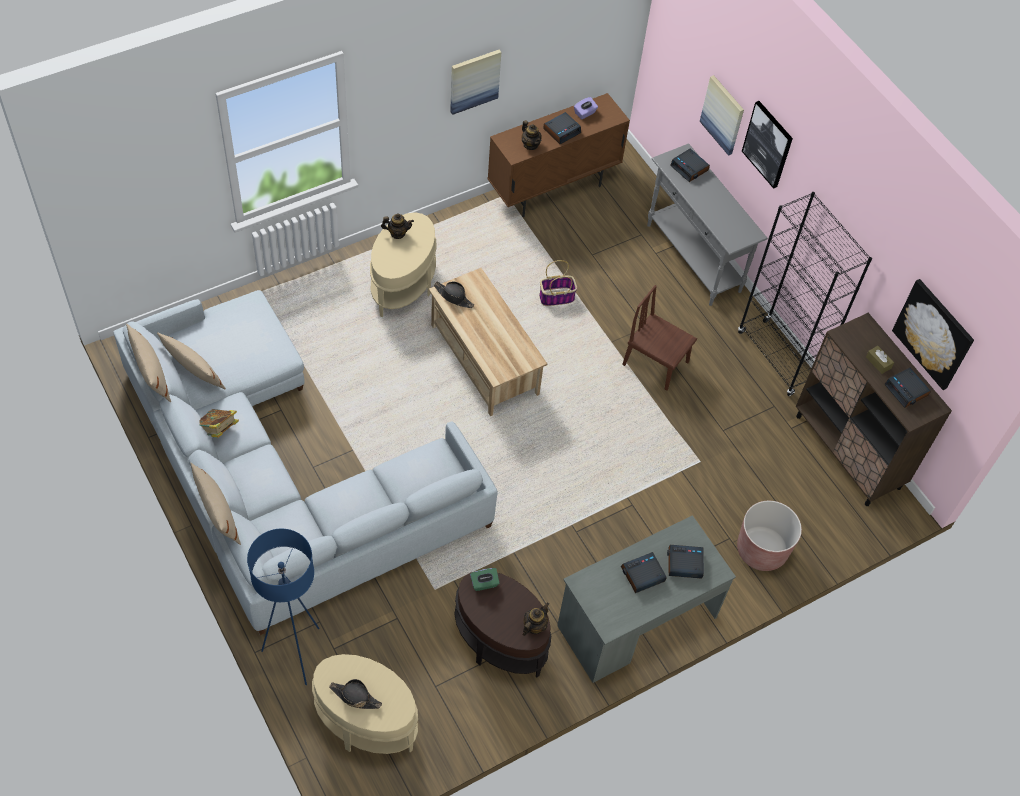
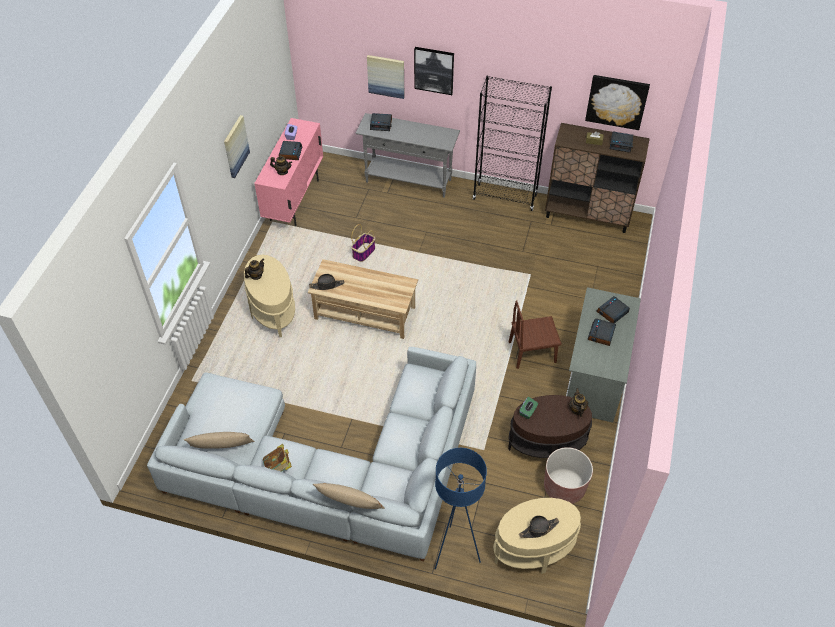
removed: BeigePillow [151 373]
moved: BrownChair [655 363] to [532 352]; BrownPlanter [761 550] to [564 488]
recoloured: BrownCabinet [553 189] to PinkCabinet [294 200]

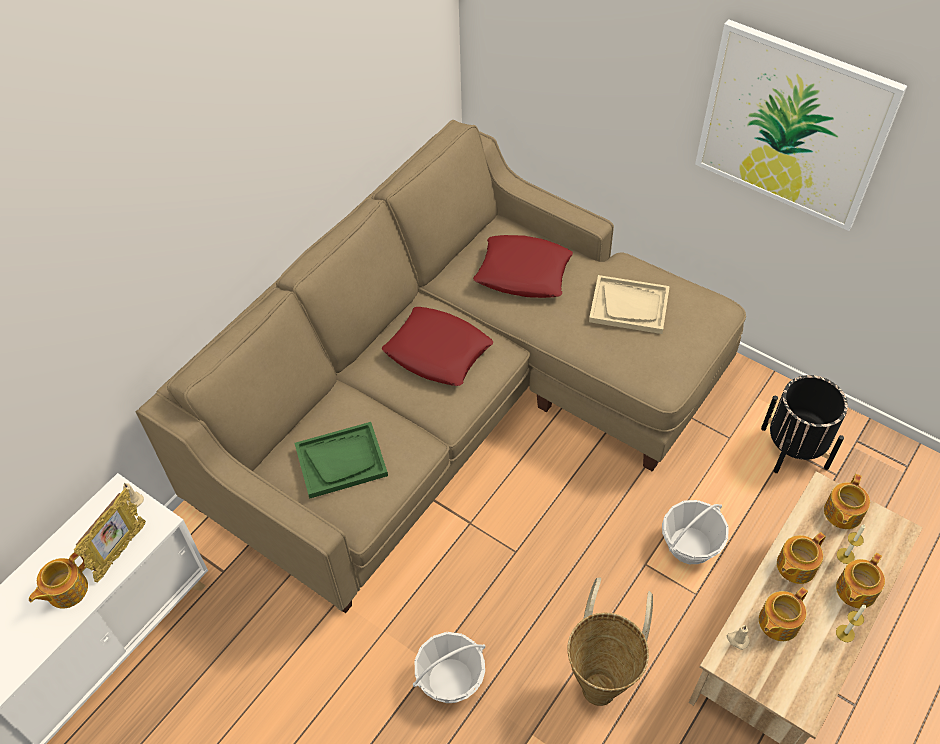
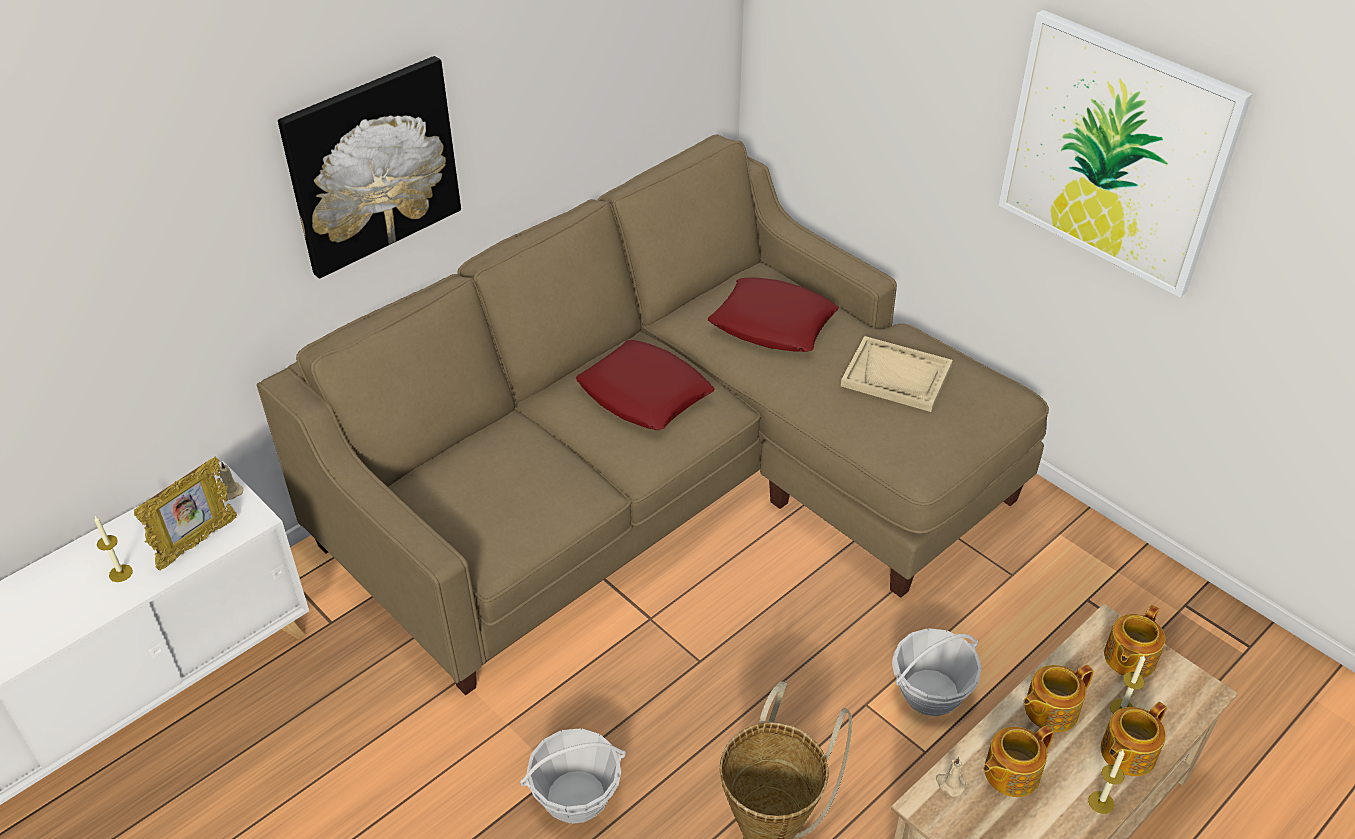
removed: BlackPlanter [794 448]; GreenTray [341 461]
added: Picture [372 165]
replaced: Teapot [66 590] to Candle [120 573]

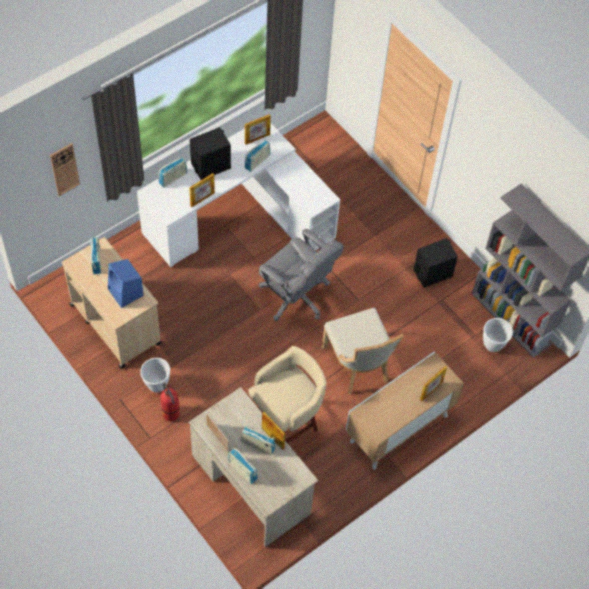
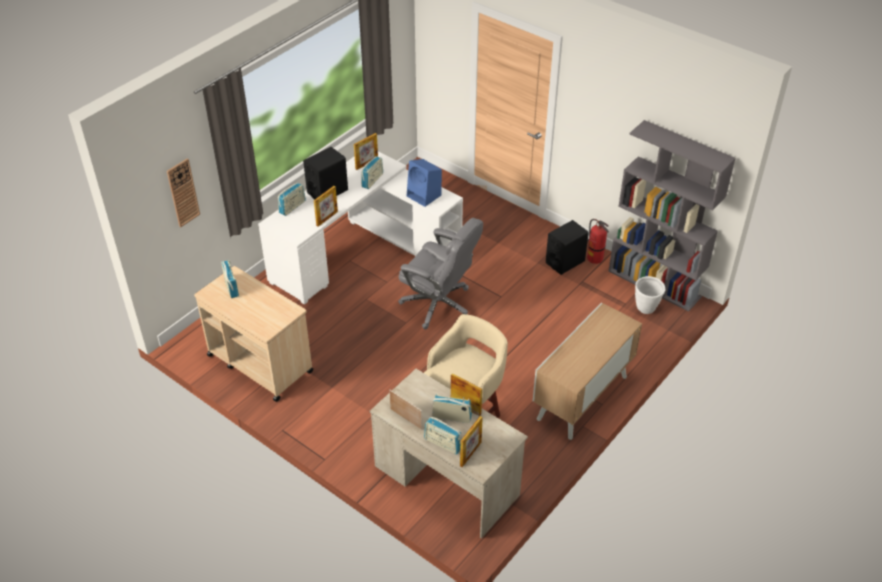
removed: BeigeChair [358 365]; WhitePlanter [156 385]
moved: BlueSpeaker [126 293] to [425 196]; PictureFrame [431 391] to [470 454]; FireExtinguisher [171 413] to [595 258]

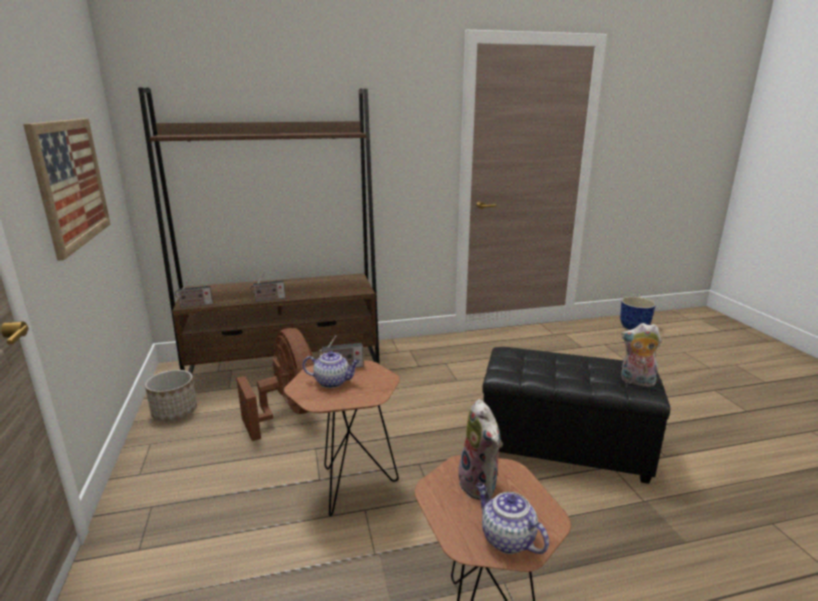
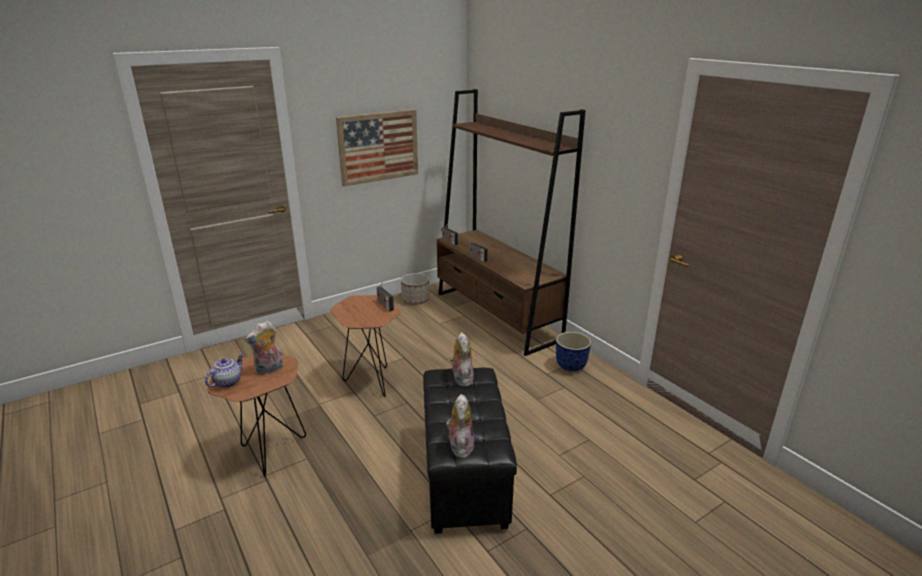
removed: BrownFan [288 412]; Teapot [333 382]
added: PlushToy [461 378]
moved: Planter [634 327] to [571 366]

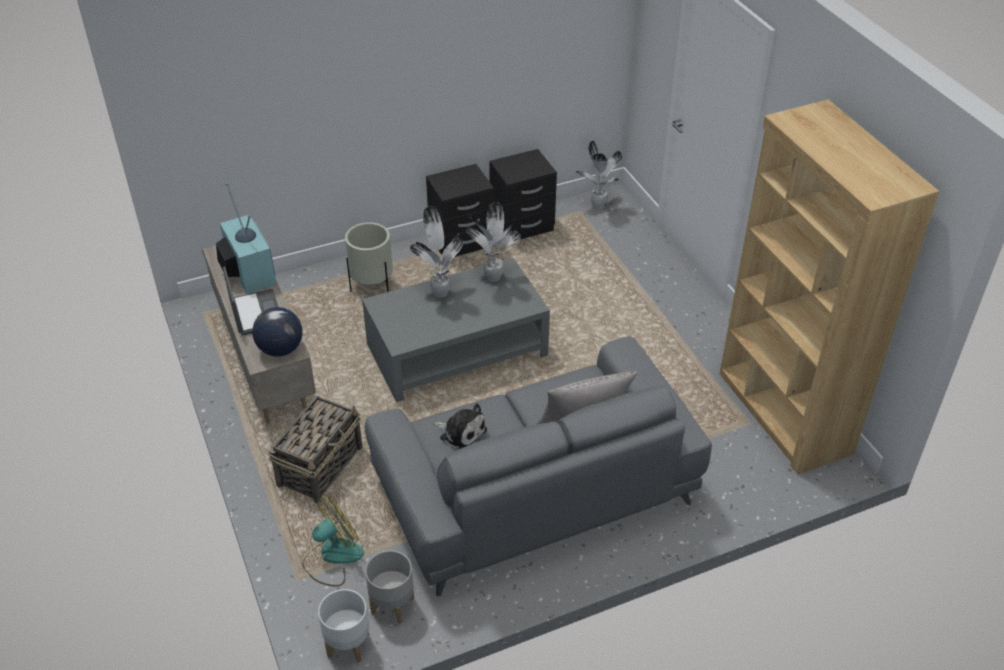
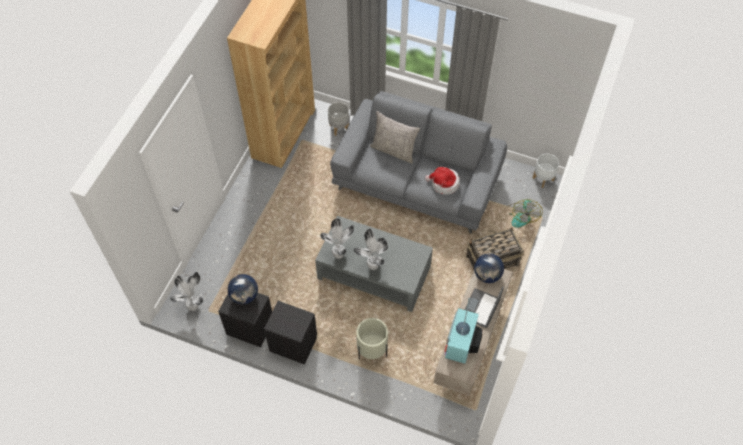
added: Globe [244 296]
moved: GreyPlanter [392 606] to [339 128]
replaced: PlushToy [461 433] to Hat [444 183]
turned: Fan [332 557] = [521 215] 90 degrees counterclockwise

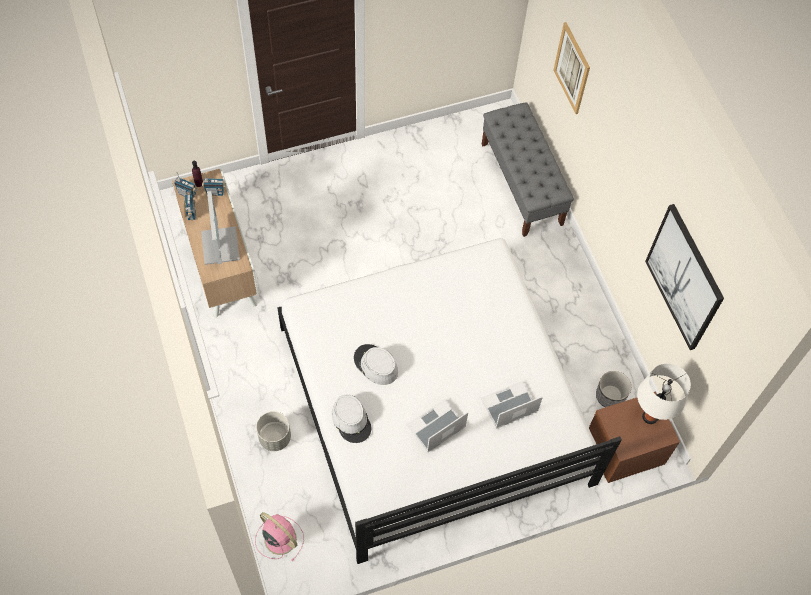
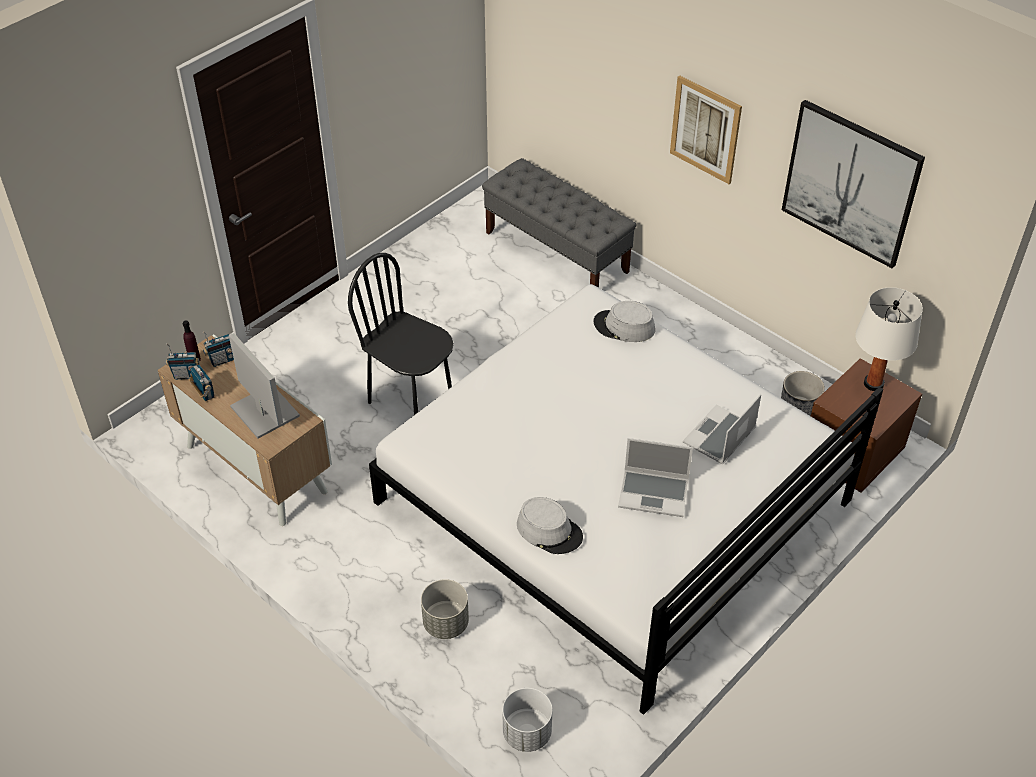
added: BlackChair [411 398]
moved: Picture [572 68] to [705 129]; GreyHat [375 365] to [624 327]
replaced: PinkFan [279 538] to WhitePlanter [526 733]
turned: Laptop [436 427] = [654 493] 105 degrees counterclockwise

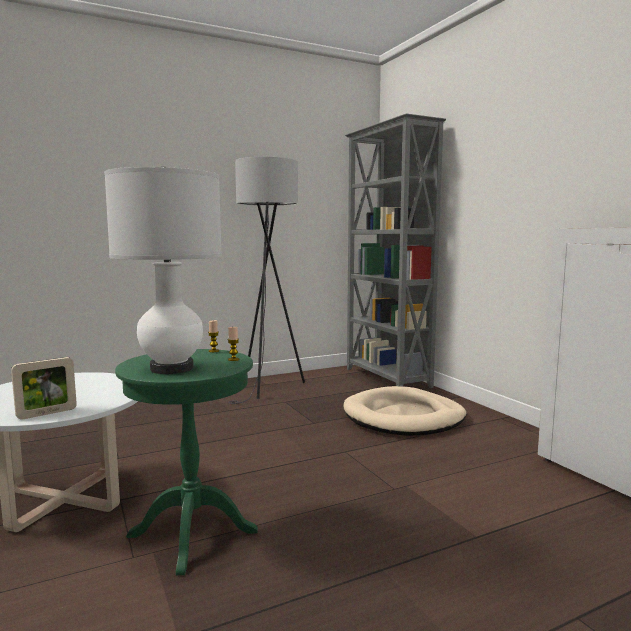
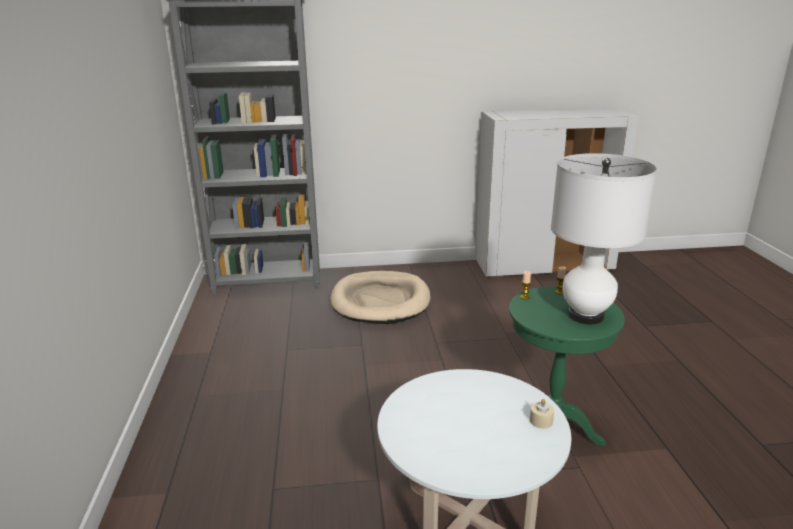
removed: GreyFloorLamp [268 389]
replaced: PictureFrame [47 413] to BeigeCandle [541 421]

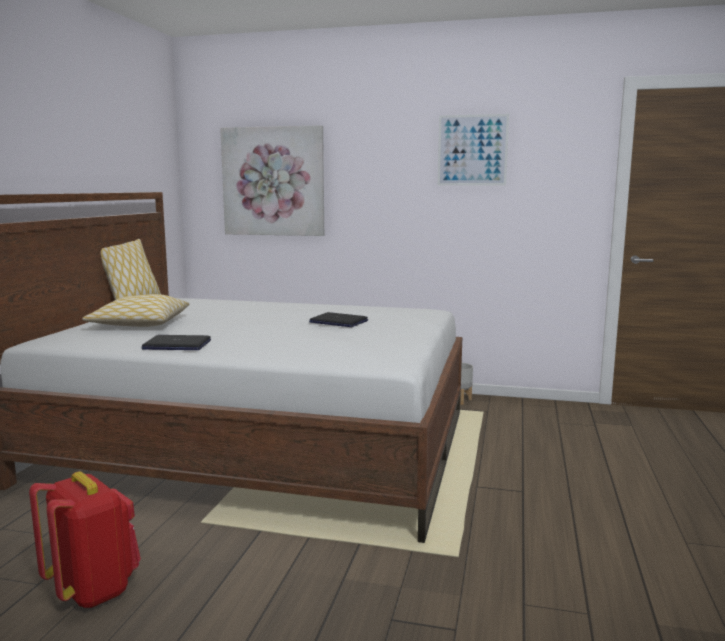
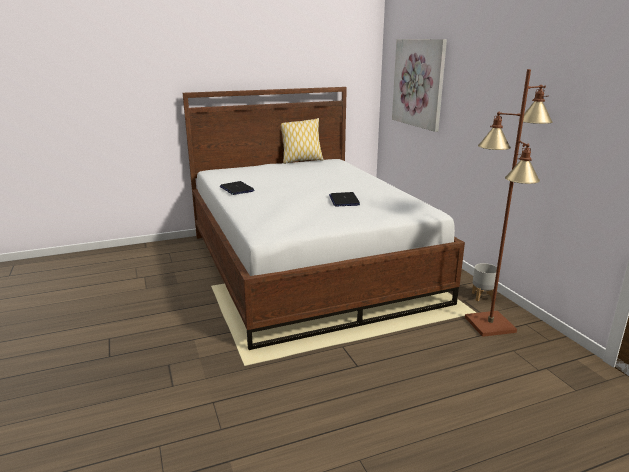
removed: Picture [472 150]; Pillow [139 324]; RedBackpack [93 589]
added: BrownFloorLamp [490 325]

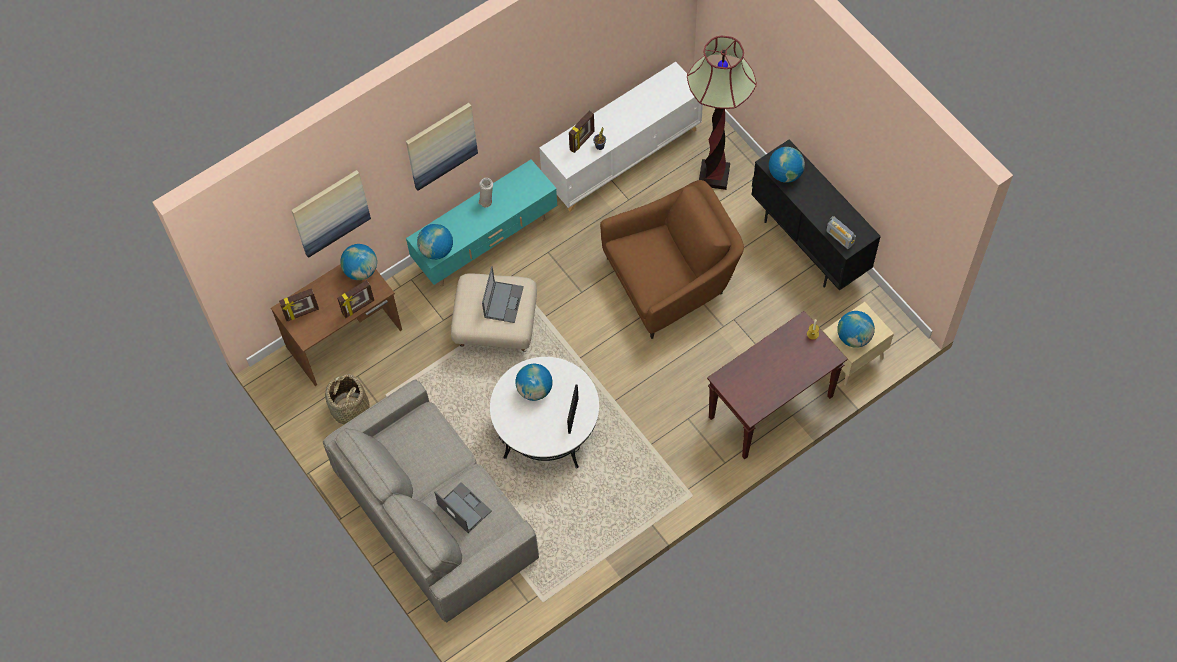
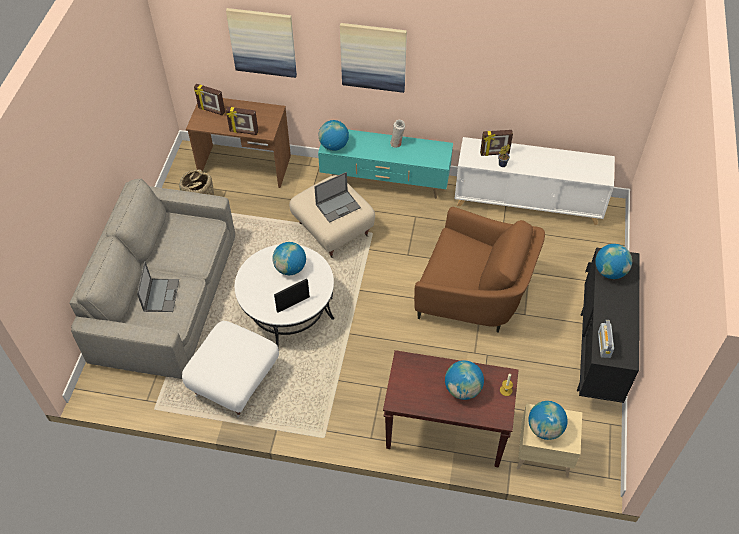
removed: FloorLamp [714 176]
added: WhiteOttoman [234 382]
moved: Globe [361 270] to [463 389]

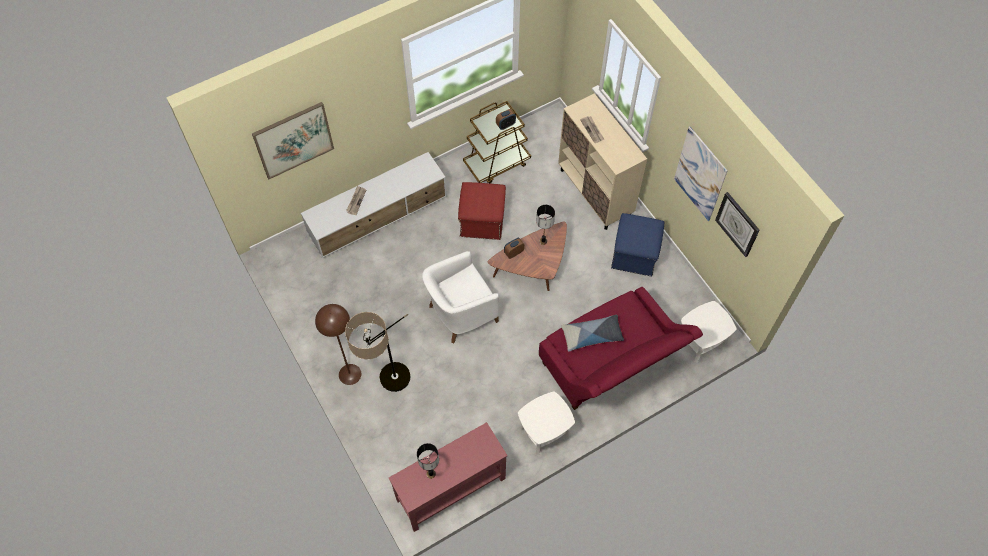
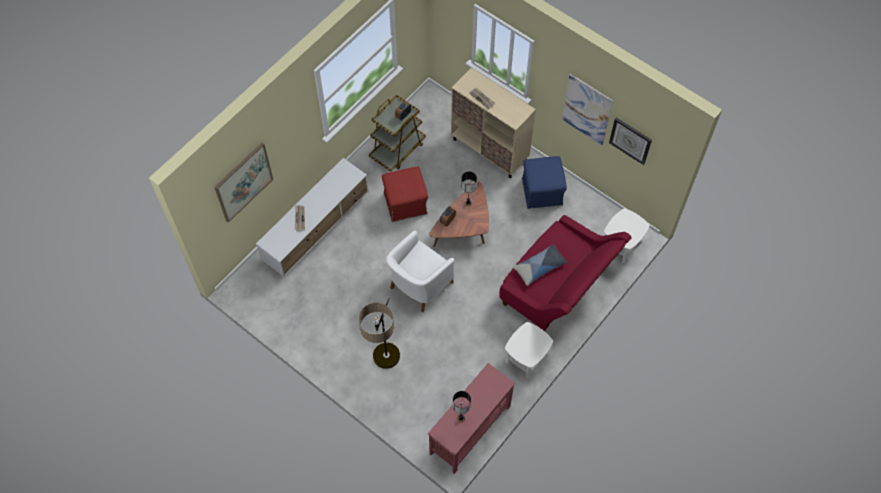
removed: BrownFloorLamp [349 374]

